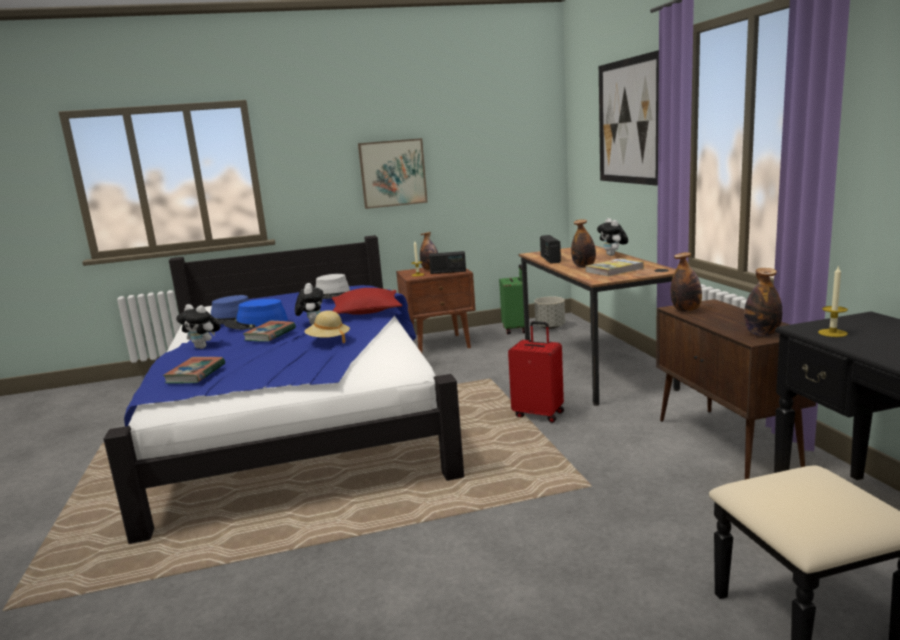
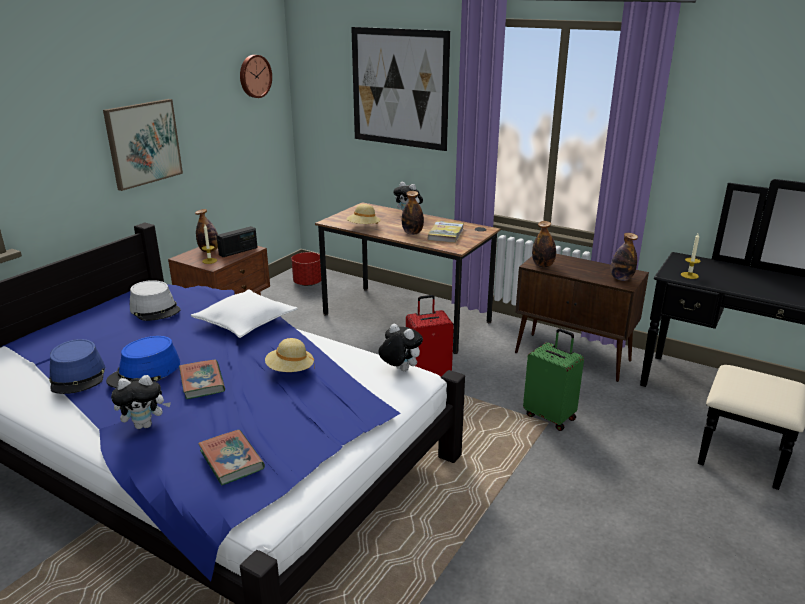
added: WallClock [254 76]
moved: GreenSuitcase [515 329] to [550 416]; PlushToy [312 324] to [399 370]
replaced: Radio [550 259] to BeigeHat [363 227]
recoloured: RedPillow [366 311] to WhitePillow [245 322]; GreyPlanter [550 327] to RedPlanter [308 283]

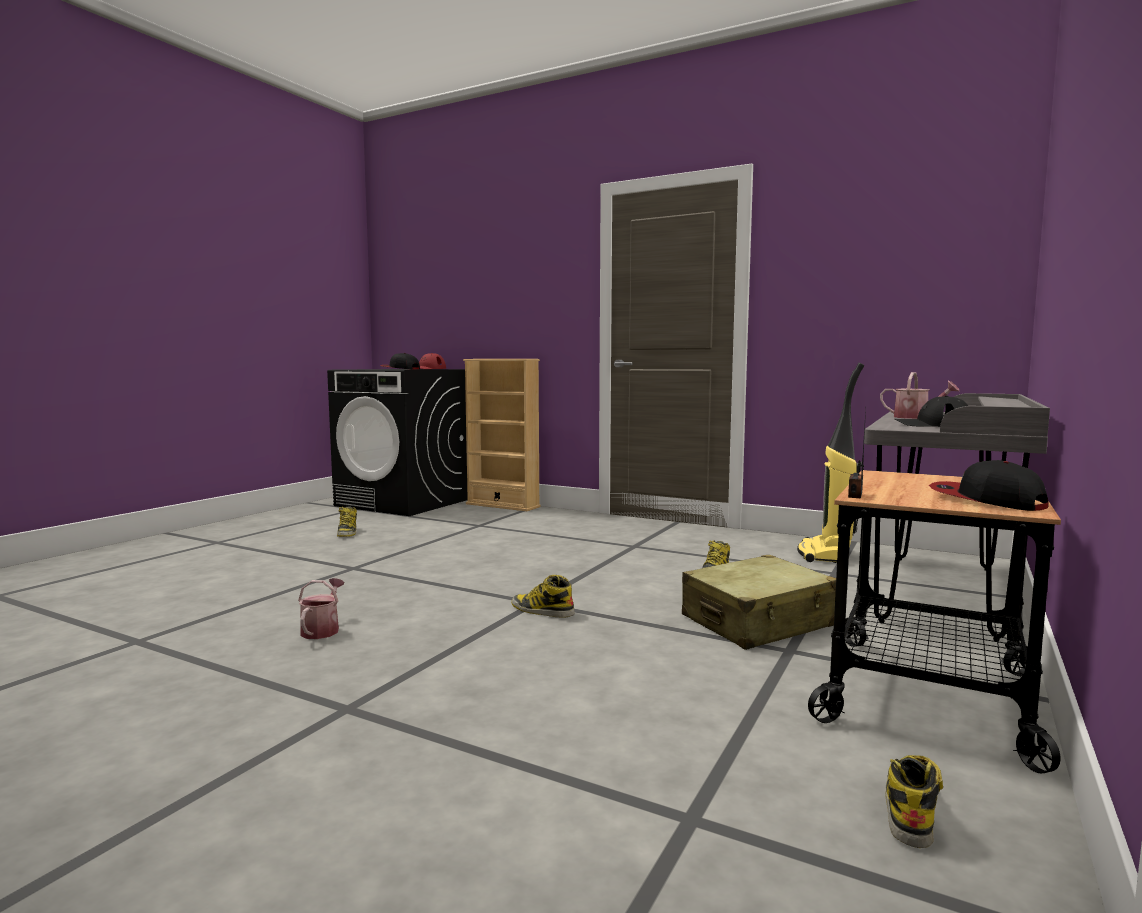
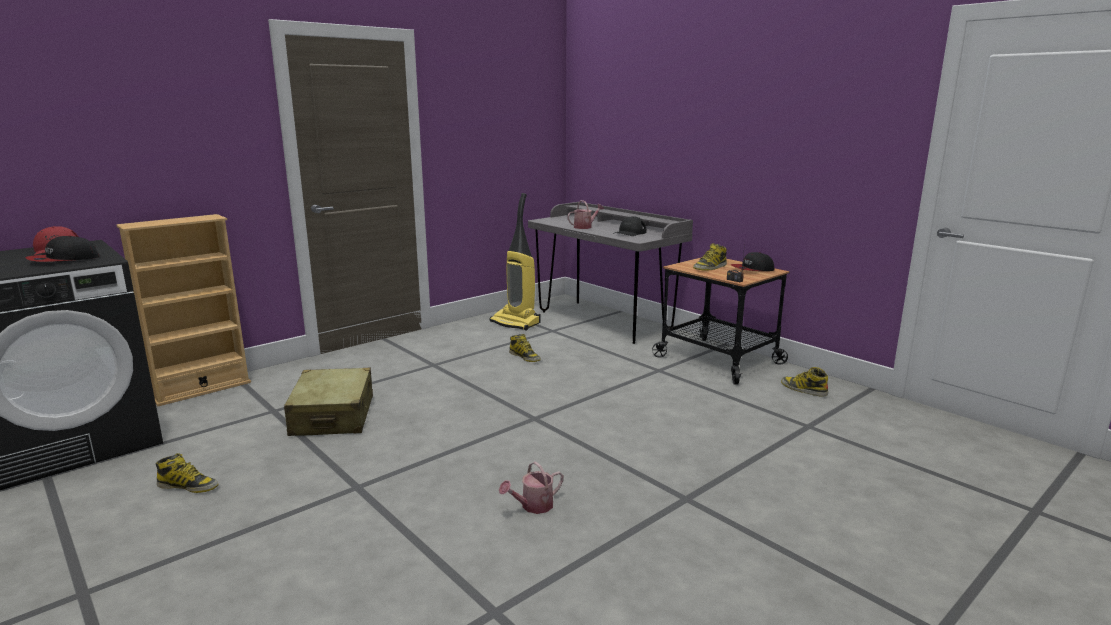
moved: BeigeSuitcase [758 622] to [333 416]; Boot [541 610] to [710 267]
turned: WateringCan [322 629] = [533 506] 60 degrees counterclockwise

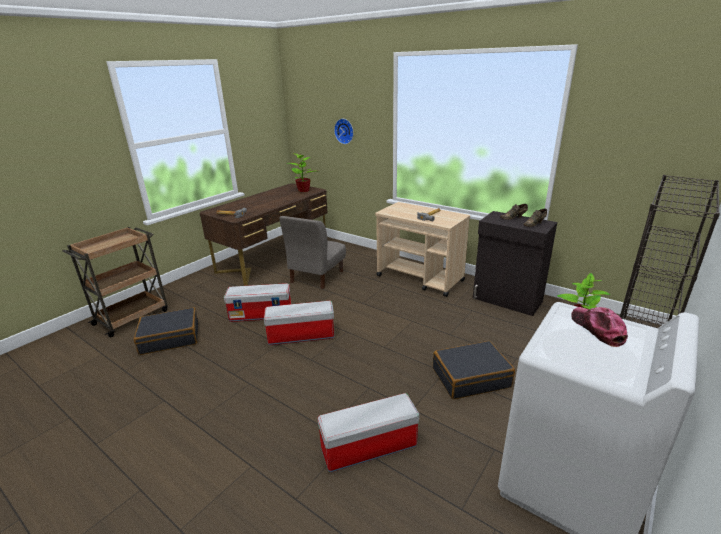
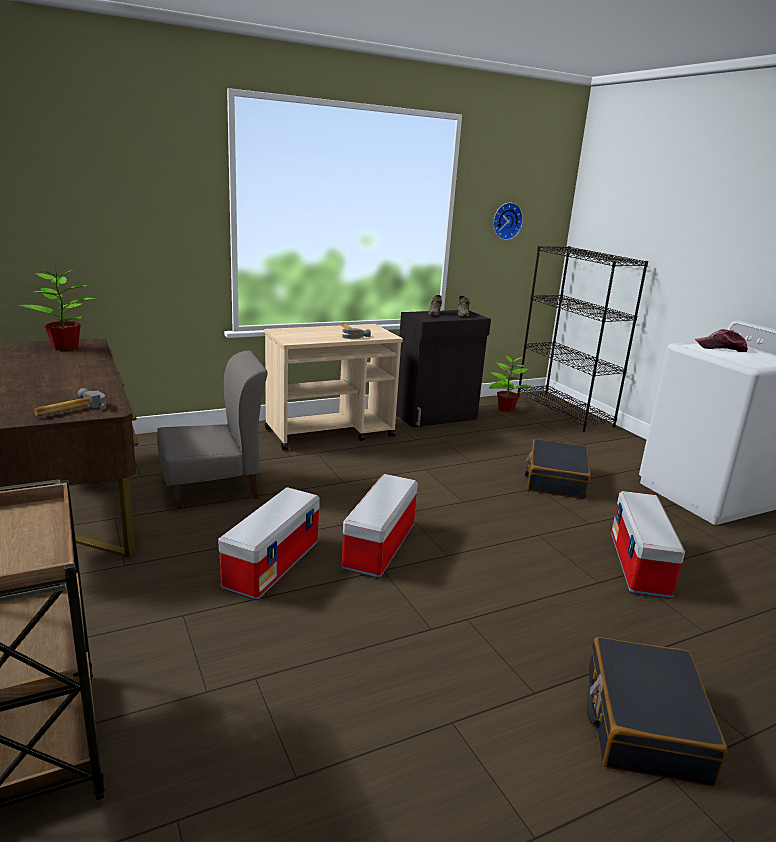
moved: WallClock [345 131] to [506 221]; BlackSuitcase [170 338] to [643 723]
turned: GreyChair [316 277] = [213 488] 75 degrees counterclockwise

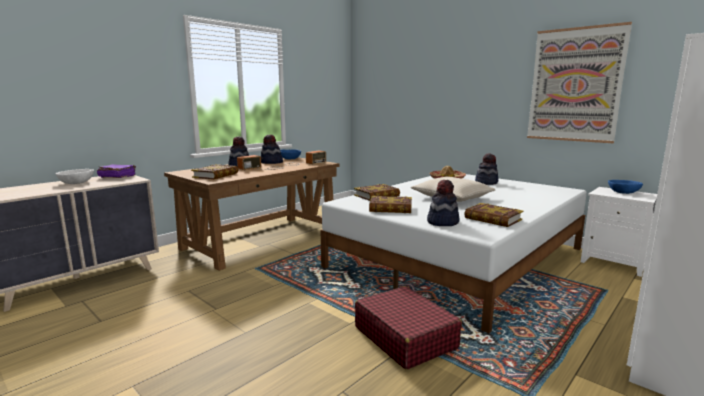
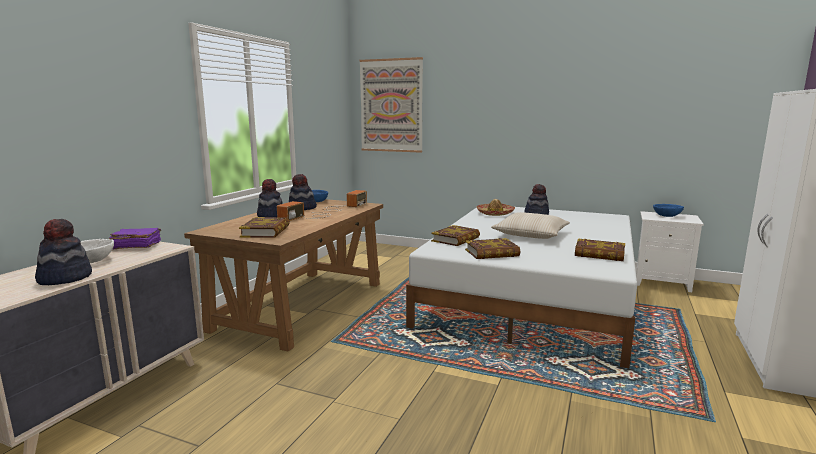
removed: RedSuitcase [405 337]
moved: Picture [575 85] to [391 106]; Hat [442 222] to [65 278]

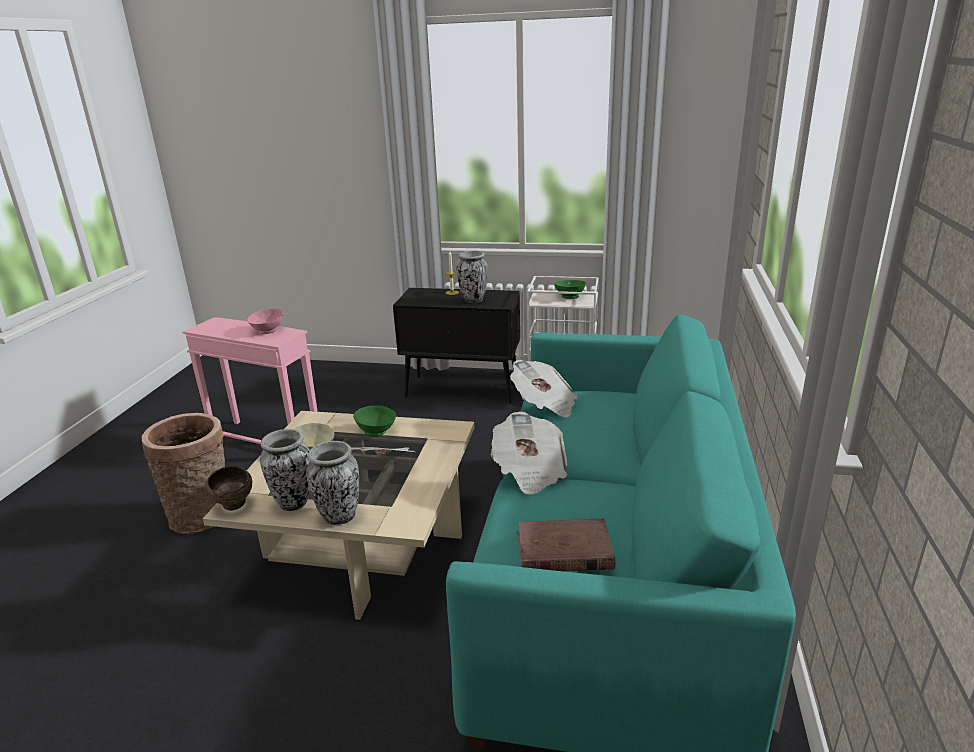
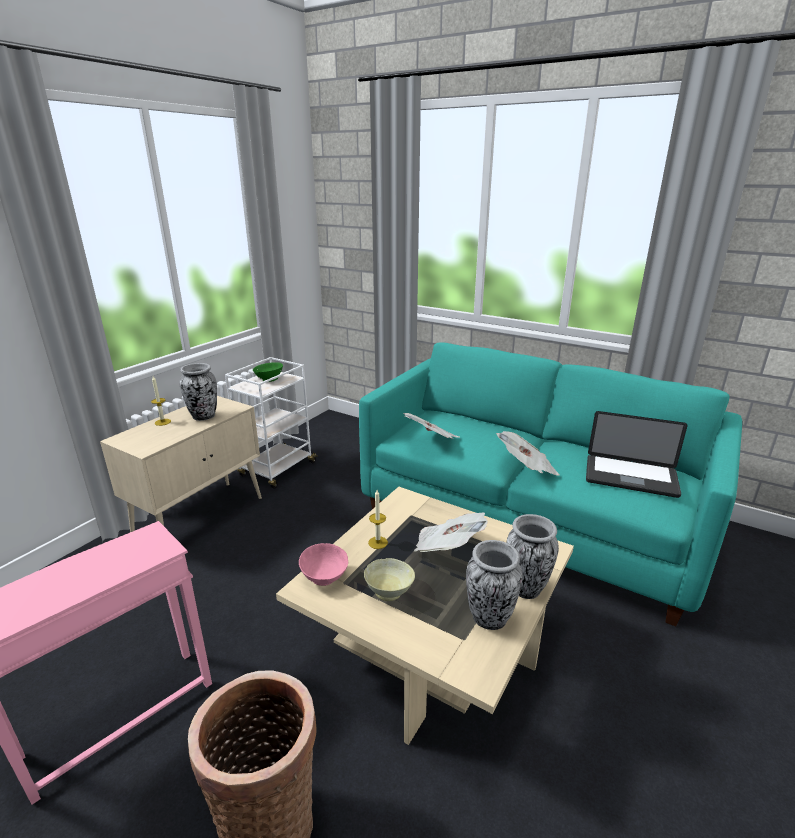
removed: BrownBowl [235 506]
moved: PinkBowl [267 331] to [324 578]
replaced: GreenBowl [376 432] to Candle [378 542]; BrownBook [563 551] to Laptop [630 477]
recoloured: BlackCabinet [463 390] to BeigeCabinet [201 518]

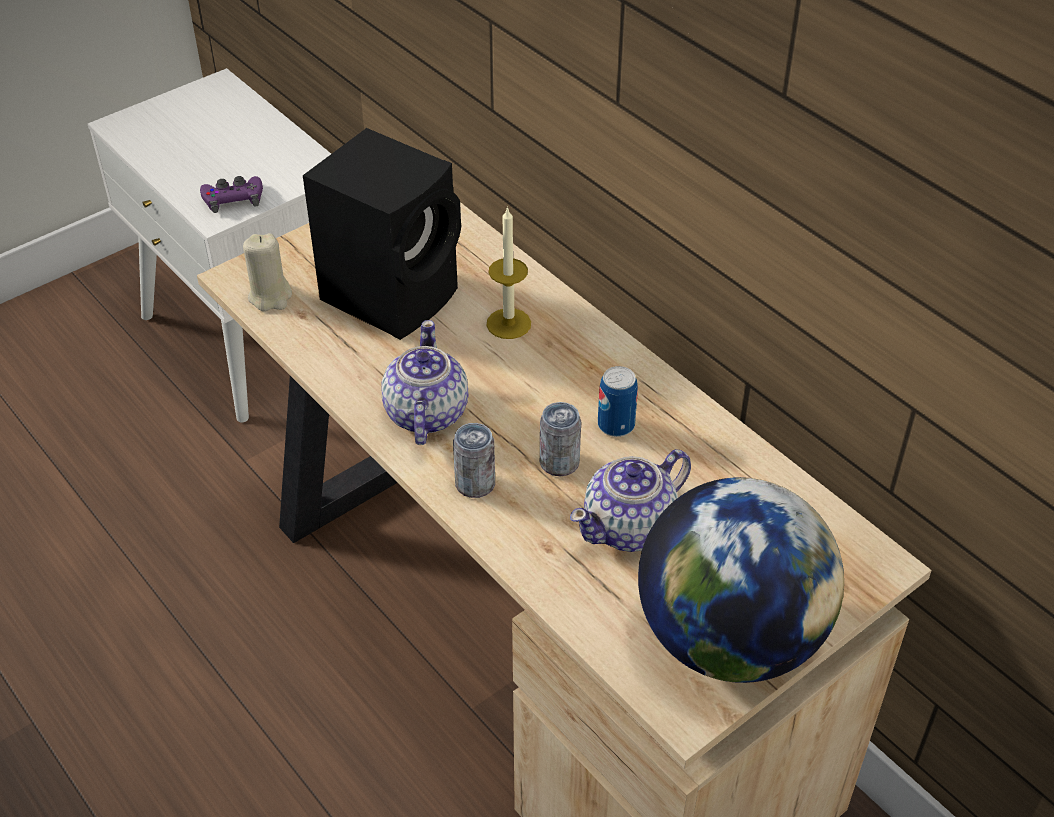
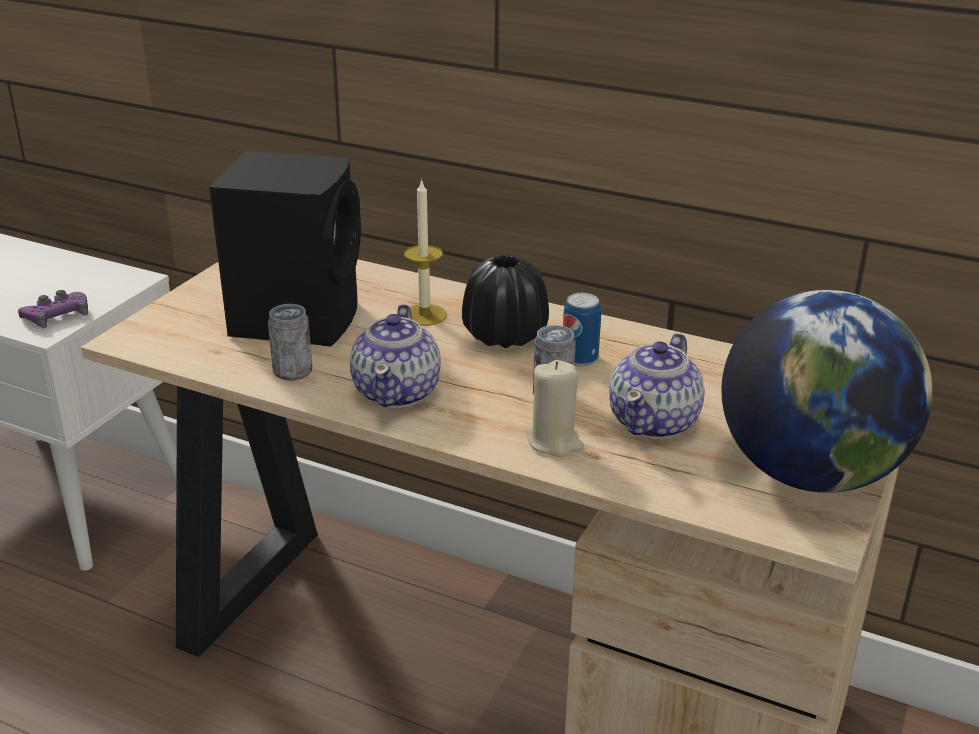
added: BlackVase [505 336]
moved: BeigeCandle [270 296] to [554 441]; Can [475 484] to [293 372]
turned: Teapot [425 414] = [398 392] 150 degrees counterclockwise

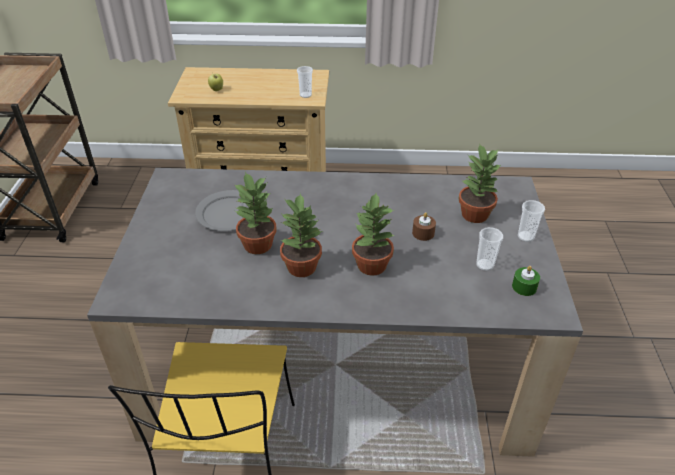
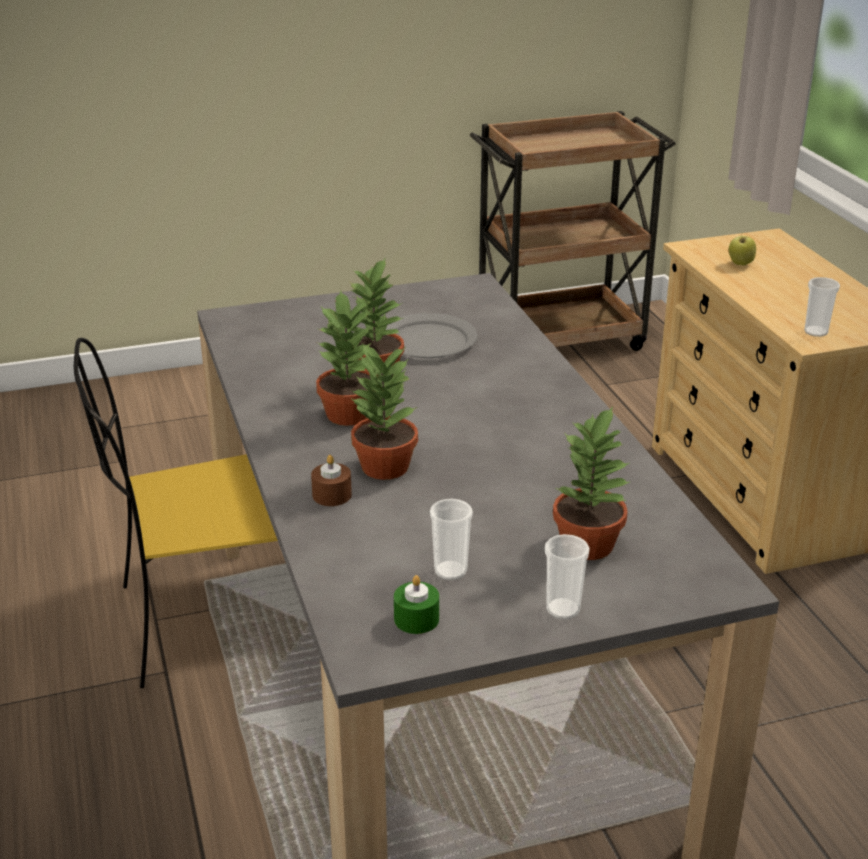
moved: BrownCandle [423 233] to [332 495]

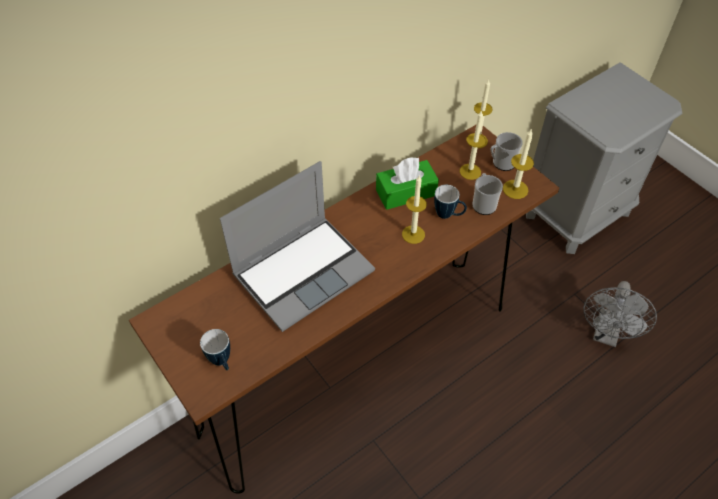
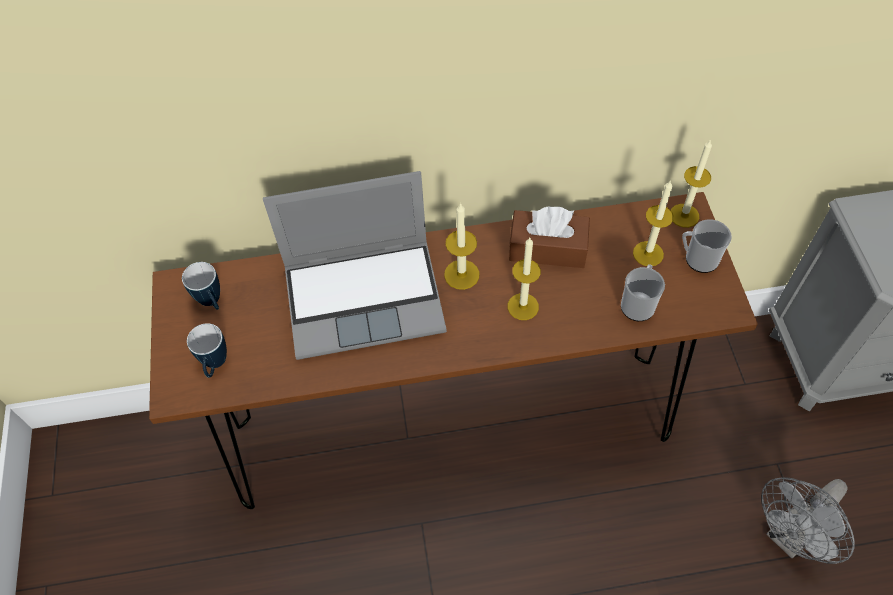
moved: Candle [515 189] to [461 274]; Mug [448 215] to [212 303]
recoloured: GreenTissueBox [406 192] to BrownTissueBox [547 248]

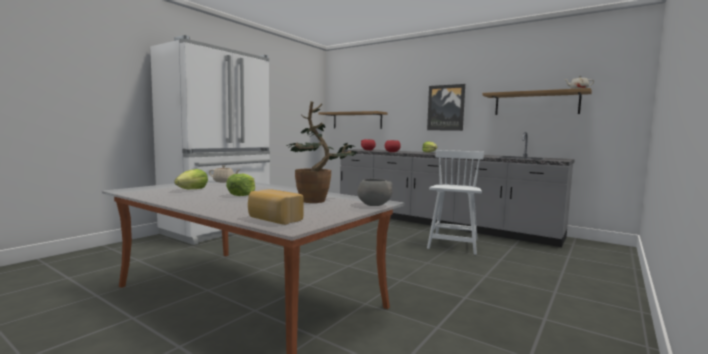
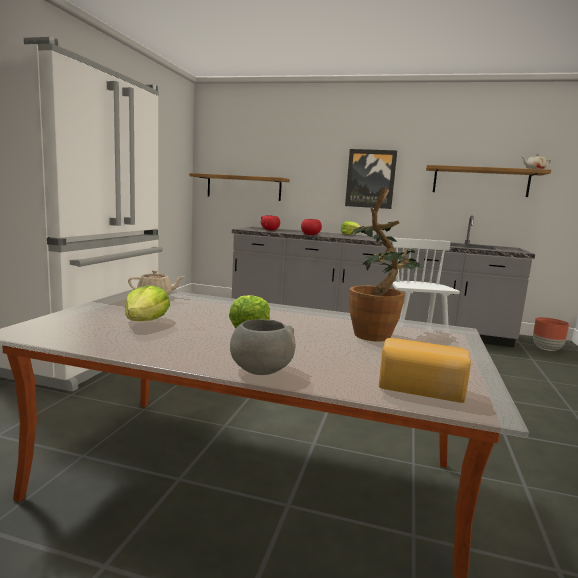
added: BrownPlanter [547 349]
moved: GreyBowl [374 205] to [260 370]

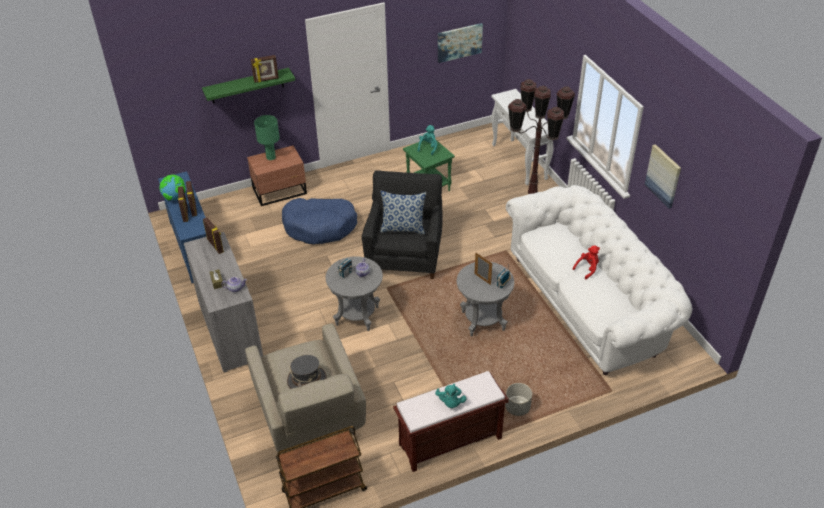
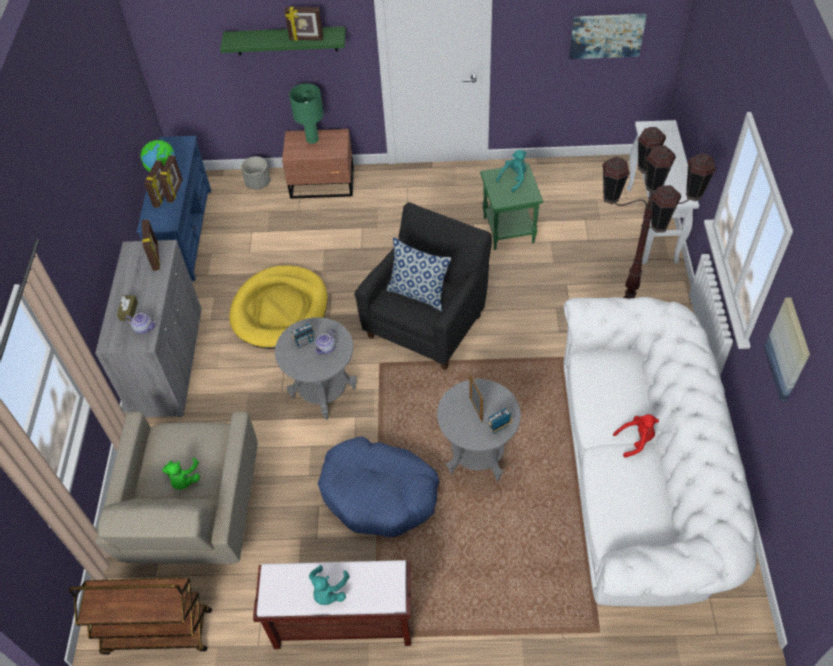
added: YellowDogBed [280 310]
moved: BlueDogBed [320 226] to [379 493]; GreyPlanter [517 408] to [258 183]
replaced: GreyHat [306 379] to GreenPlushToy [184 480]

